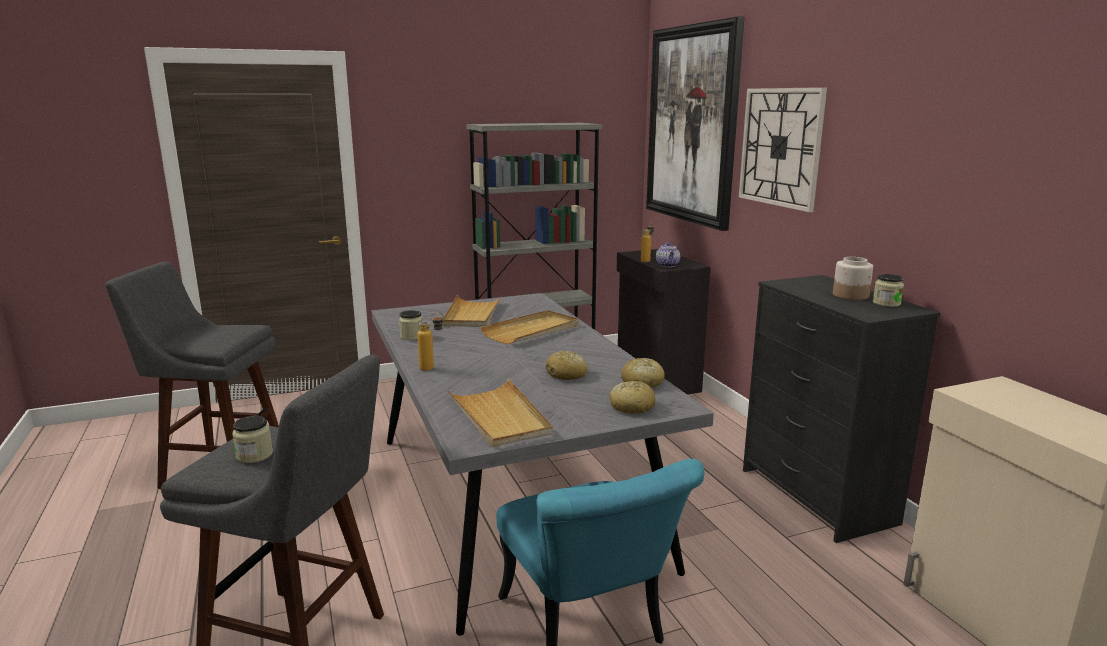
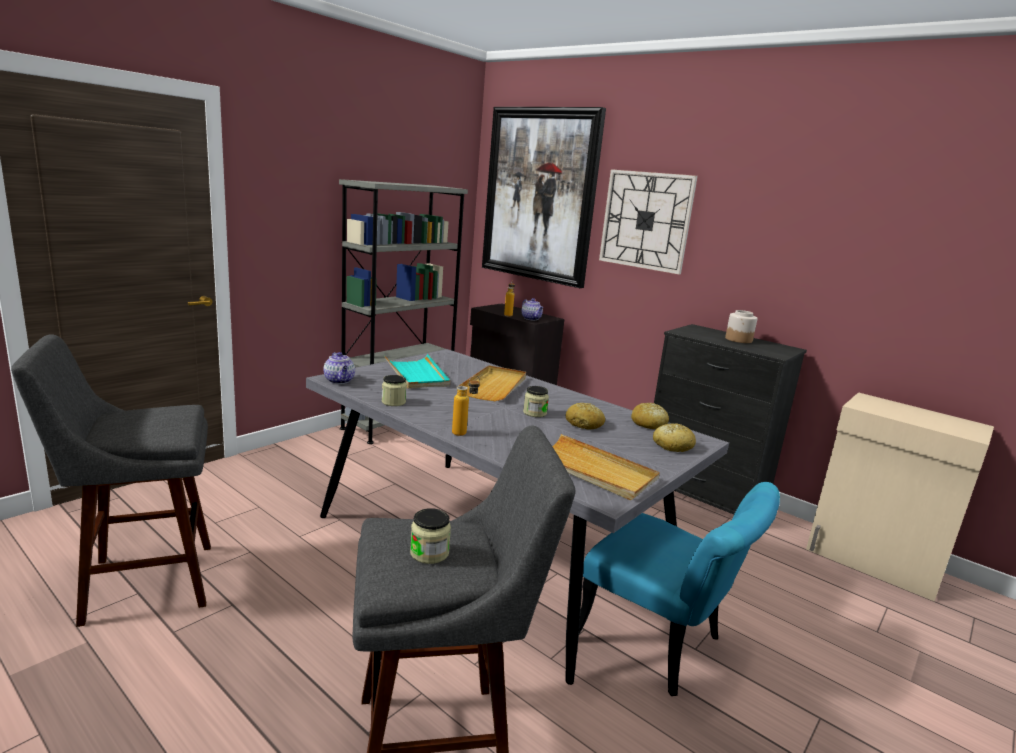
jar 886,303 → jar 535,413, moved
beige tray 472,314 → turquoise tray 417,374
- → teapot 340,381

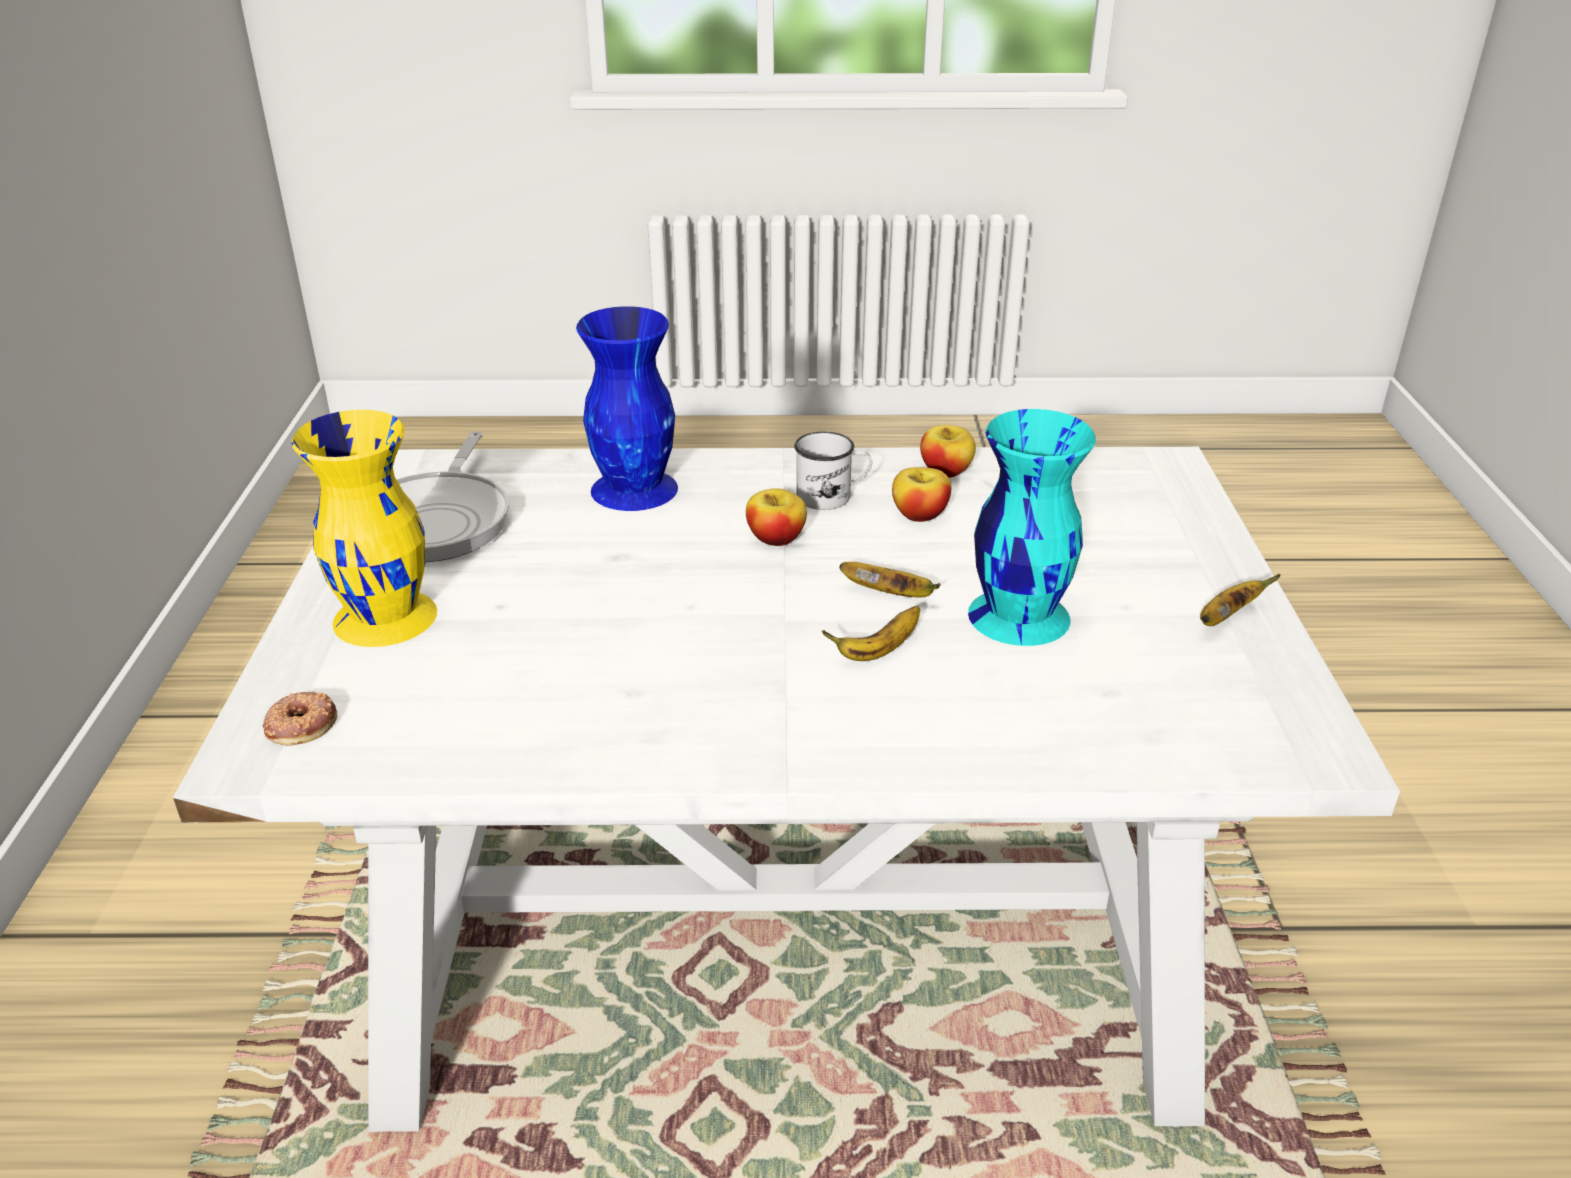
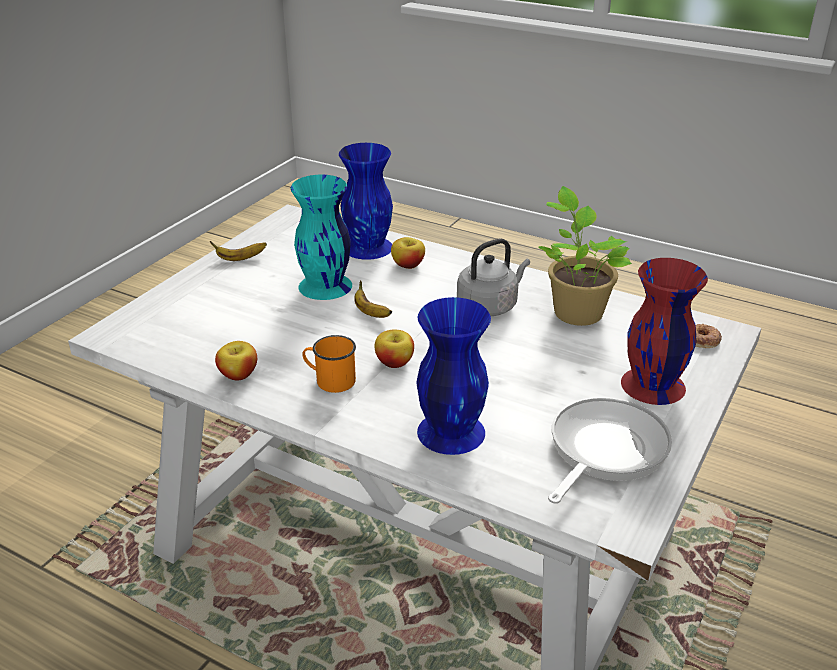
yellow vase 387,616 → red vase 651,385
white mug 832,496 → orange mug 330,380
apple 920,515 → apple 408,265, moved
banana 878,651 → -
- → blue vase 368,247
- → potted plant 575,311
- → grey kettle 489,305

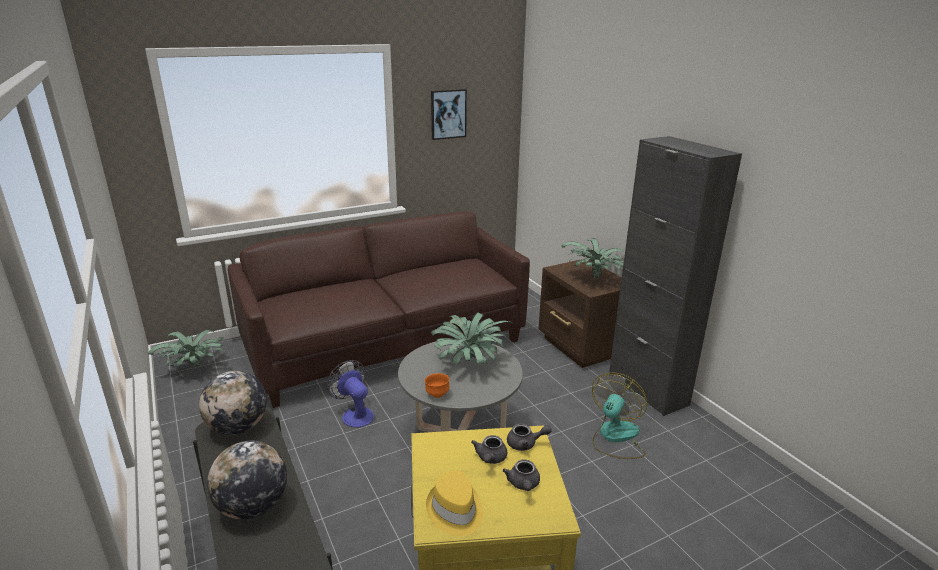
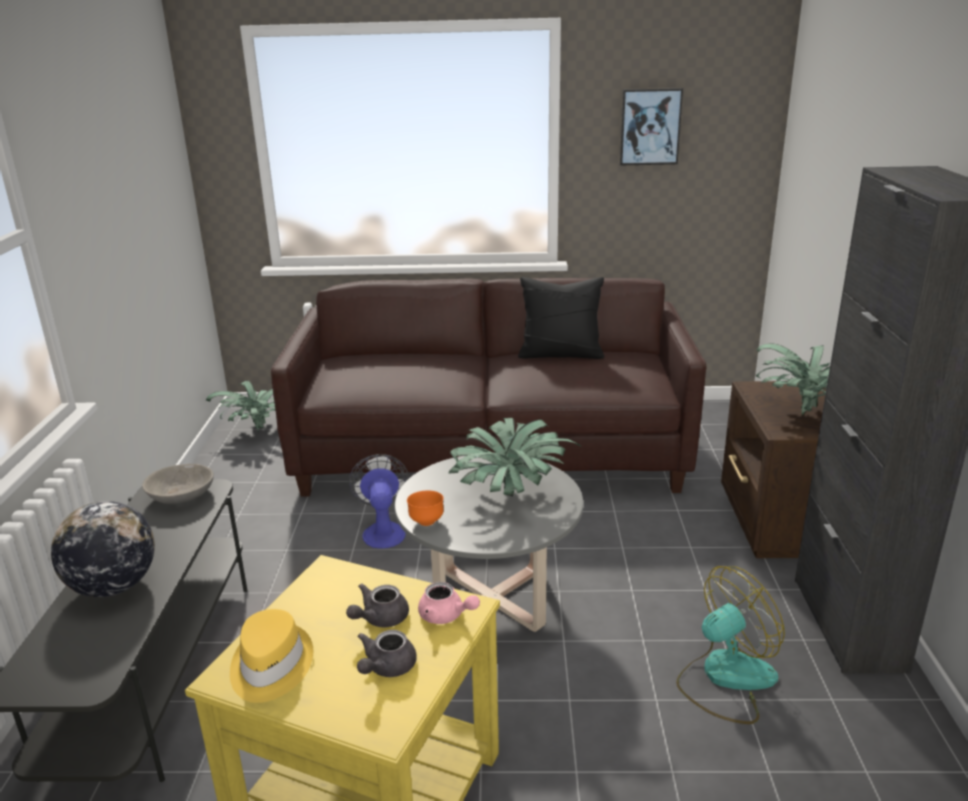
globe 238,427 → grey bowl 181,496
grey teapot 525,444 → pink teapot 446,616
- → black pillow 560,354

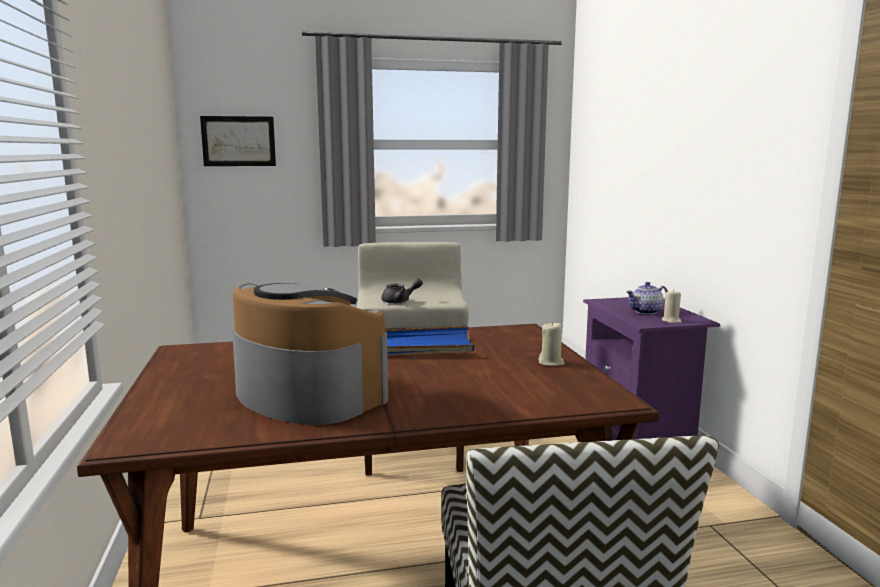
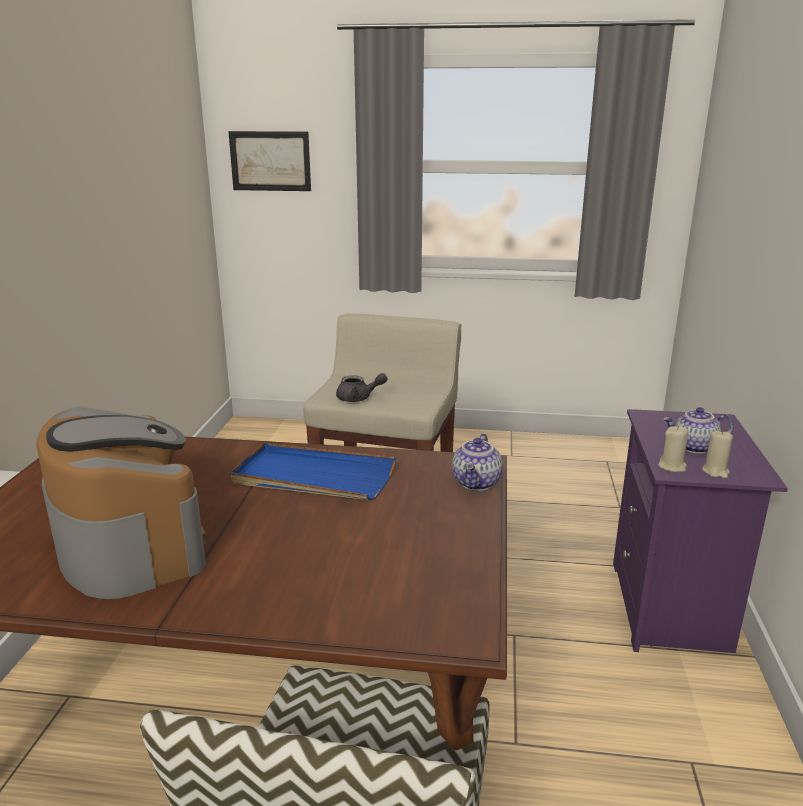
beige candle 551,363 → beige candle 672,466, moved
- → teapot 477,483

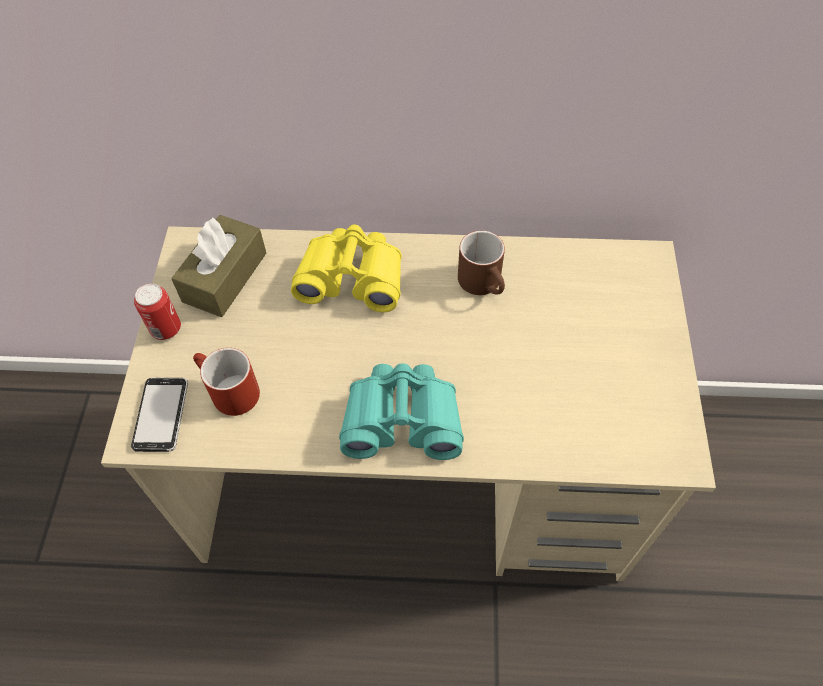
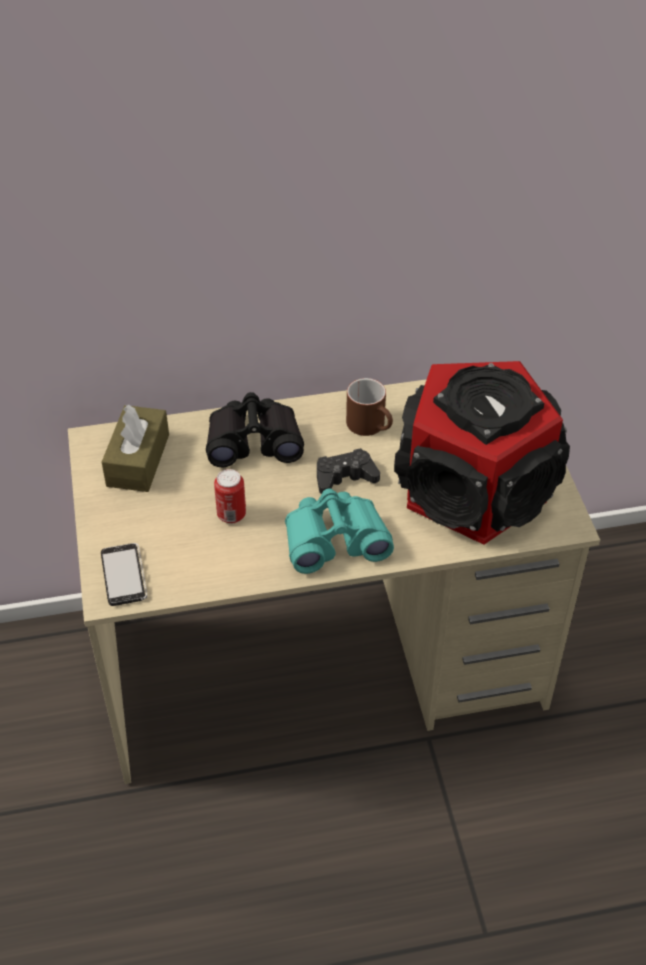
yellow binoculars 352,278 → black binoculars 254,441
can 166,329 → can 231,515, moved
red mug 227,392 → -
- → speaker 473,489
- → black game controller 345,477

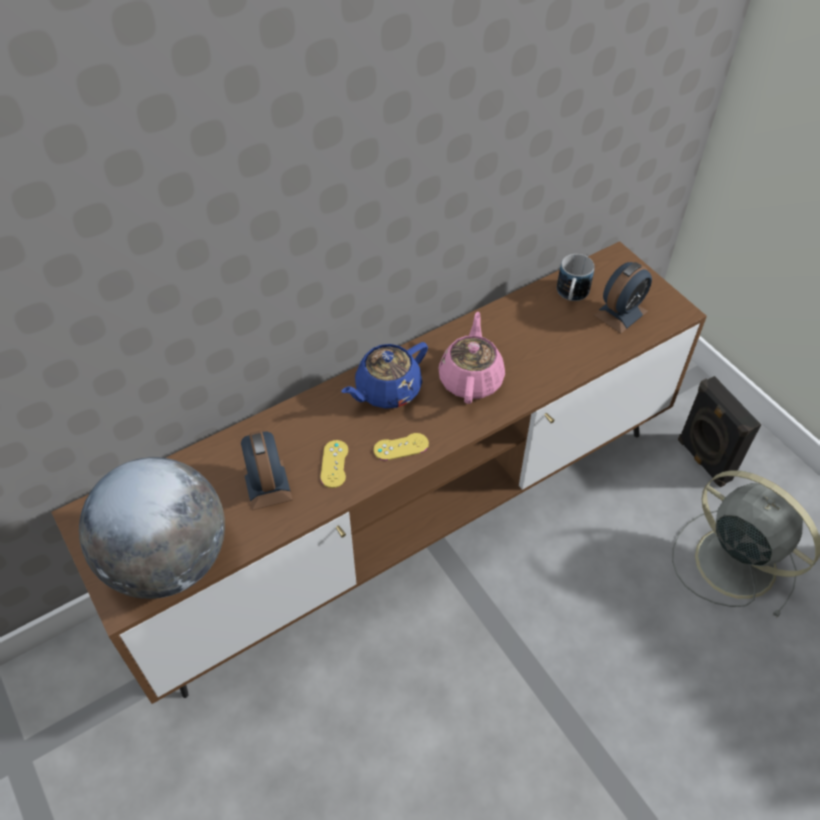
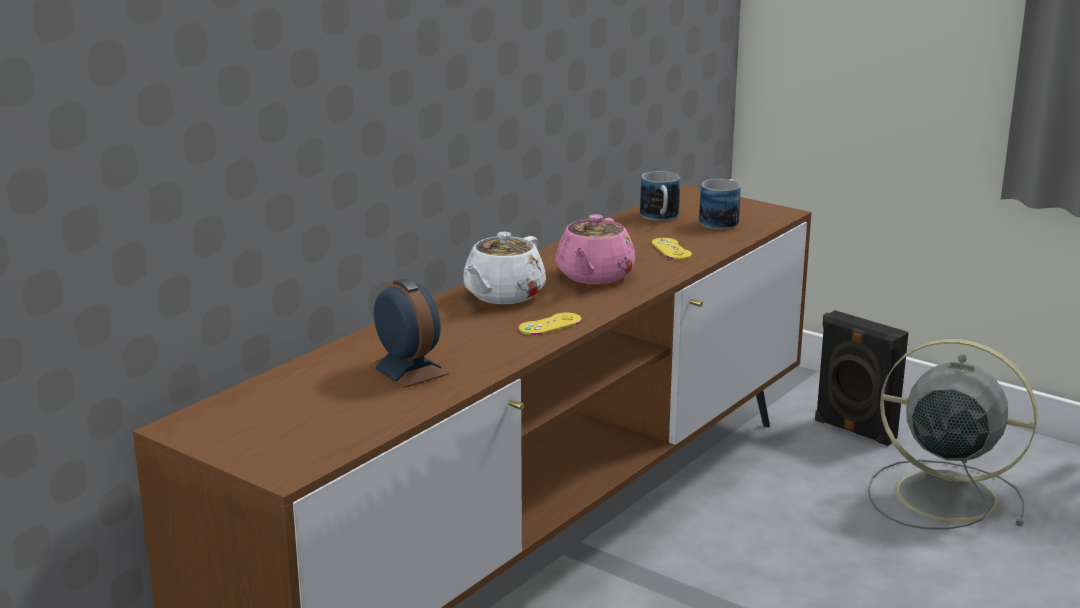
alarm clock 620,313 → mug 722,221
pink teapot 471,379 → pink teapot 594,276, 150 degrees counterclockwise
blue teapot 387,390 → white teapot 503,295
yellow game controller 334,464 → yellow game controller 671,249, moved
globe 168,561 → -

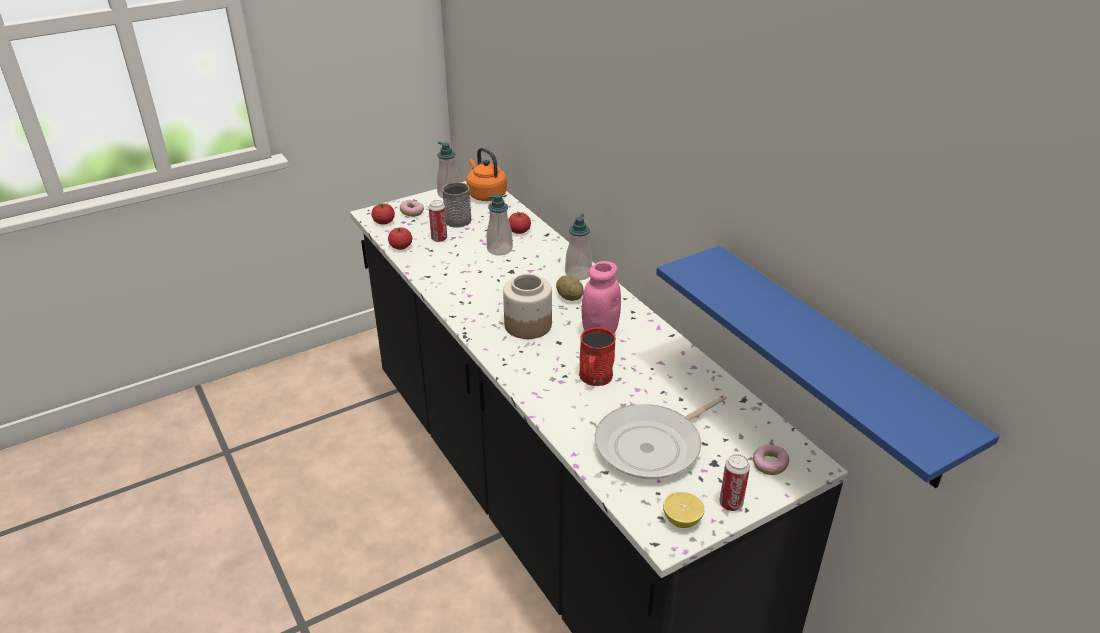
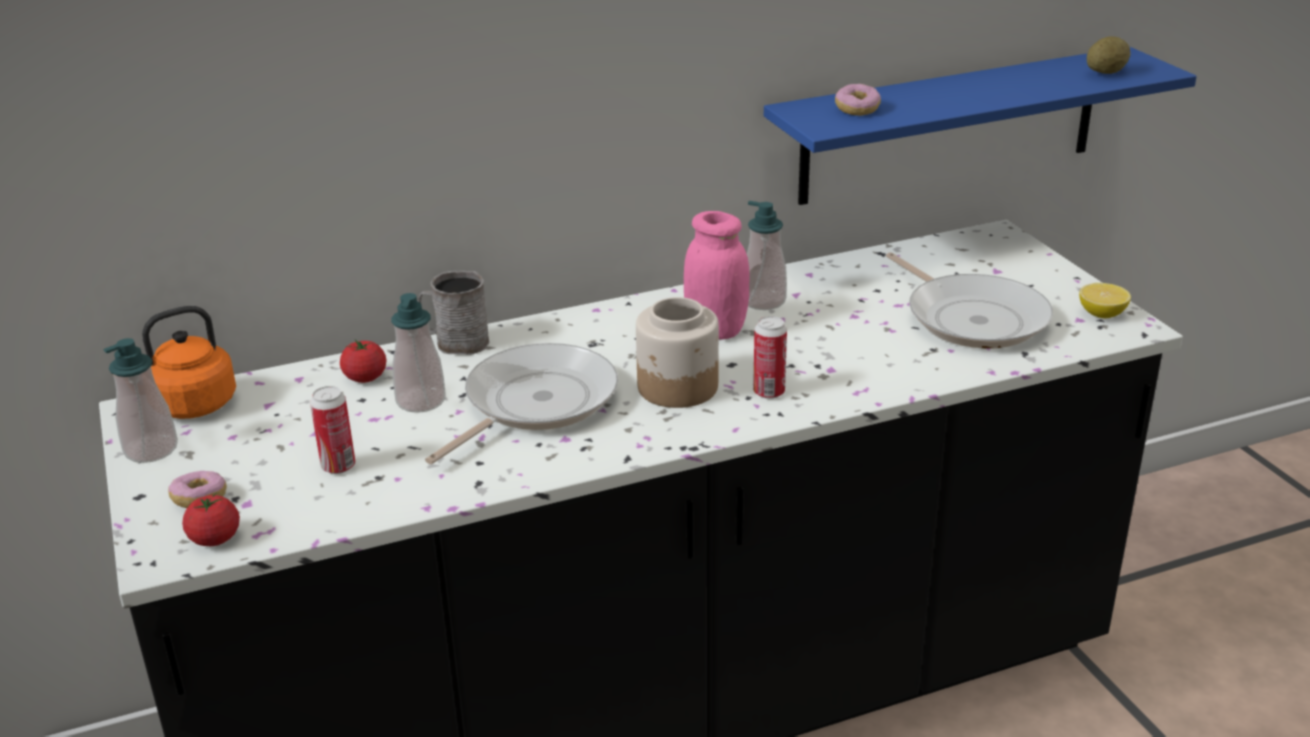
grey mug 458,218 → grey mug 455,342, moved
soap dispenser 578,274 → soap dispenser 763,301, moved
tomato 401,247 → -
potato 569,297 → potato 1105,73, moved
red mug 595,378 → -
donut 769,465 → donut 857,109, moved
can 730,504 → can 769,392, moved
- → frying pan 534,403

